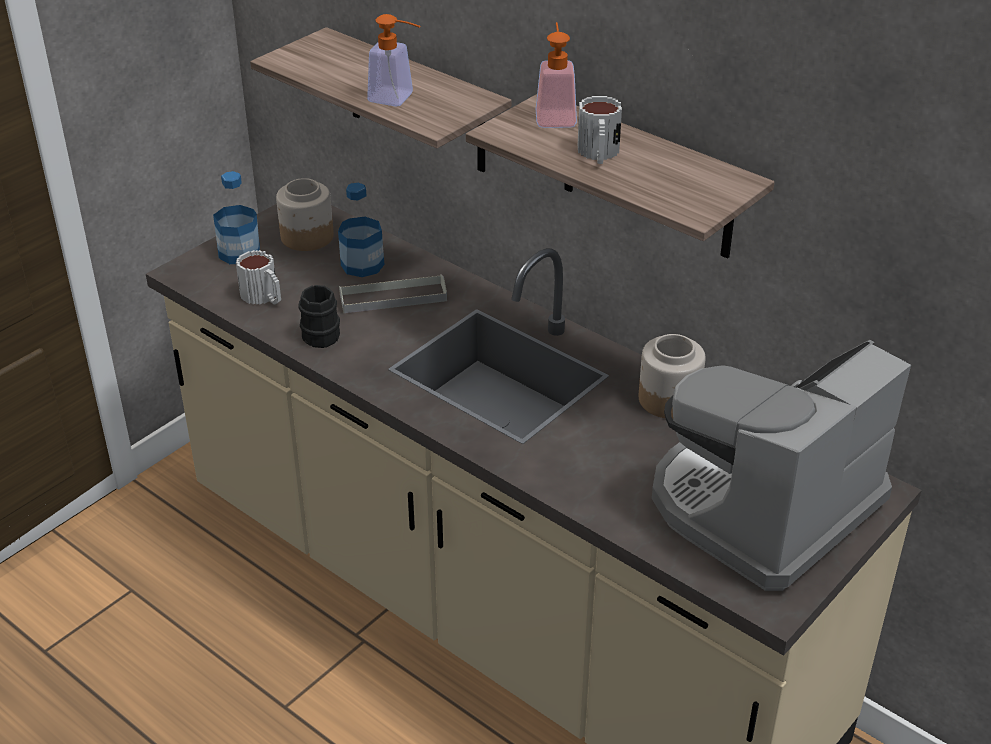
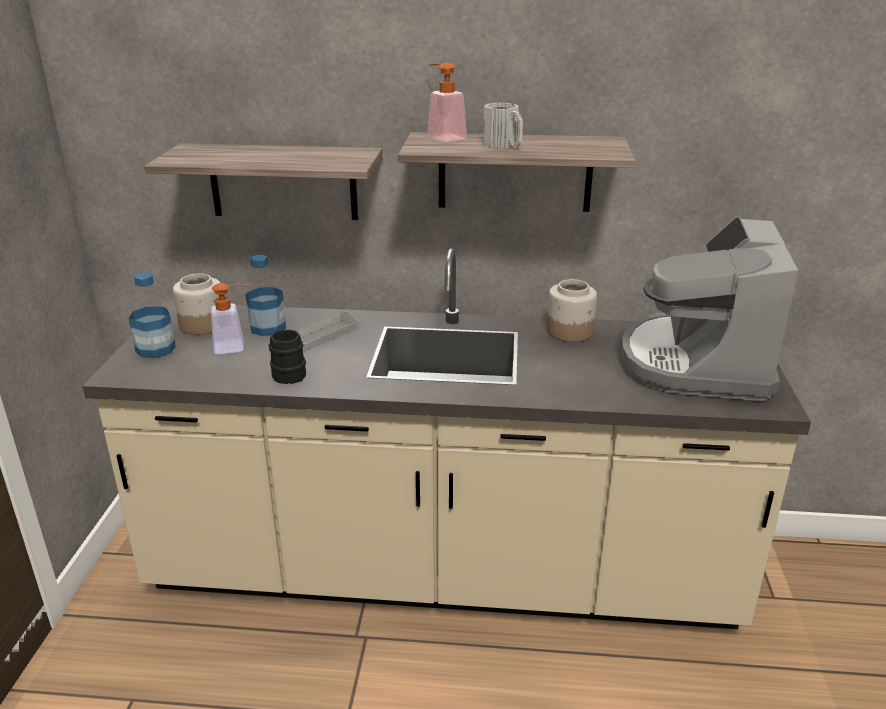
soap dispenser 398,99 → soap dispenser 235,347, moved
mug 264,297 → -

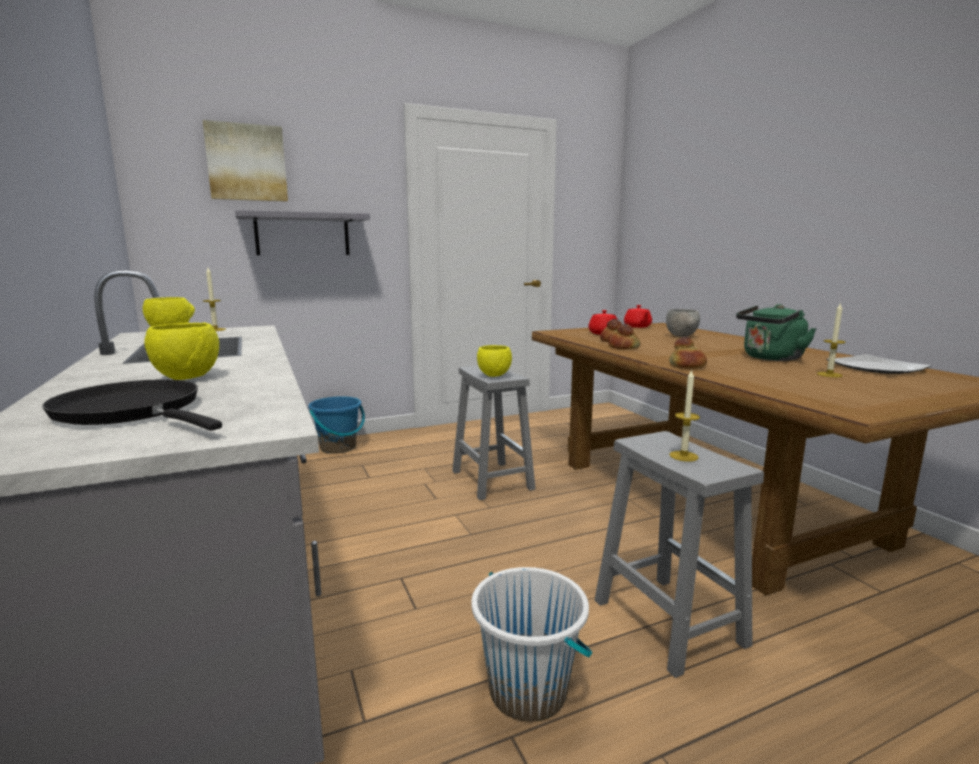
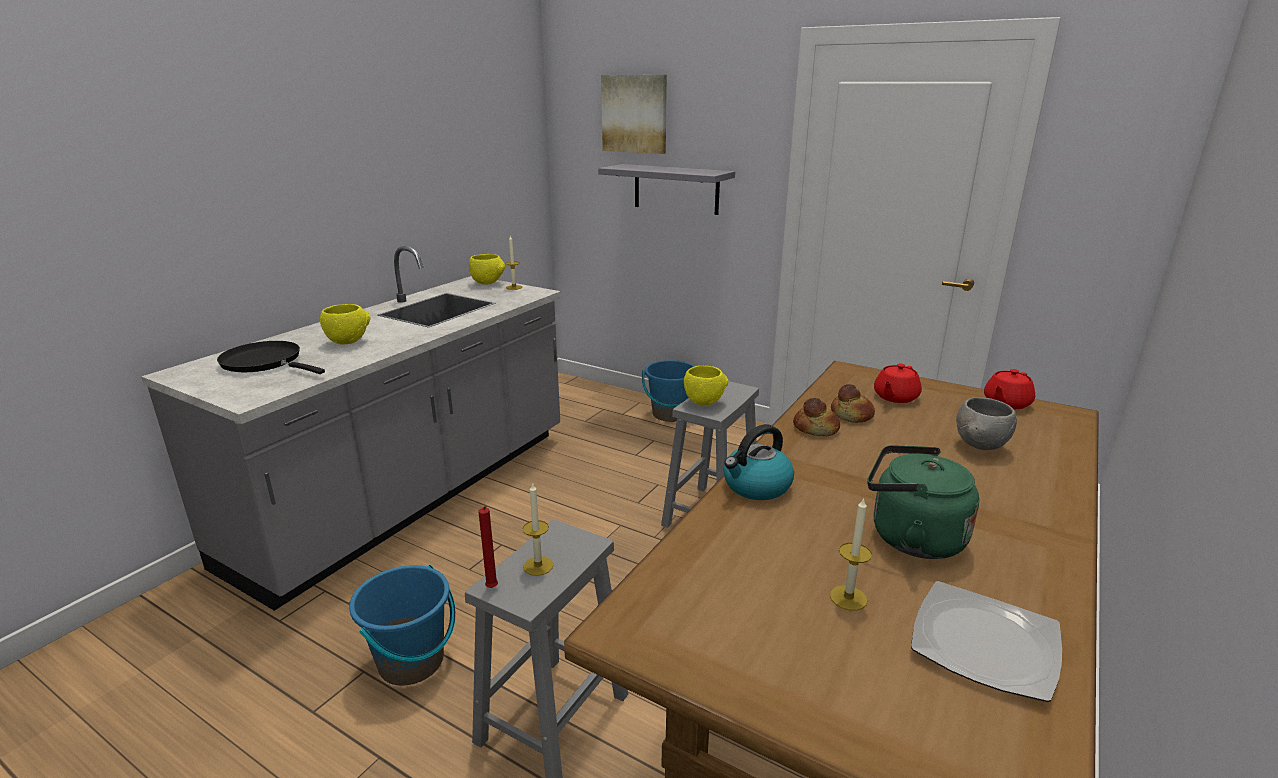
bread 687,365 → kettle 756,486
black frying pan 133,411 → black frying pan 265,362, 60 degrees counterclockwise
white bucket 528,690 → blue bucket 412,662
- → red candle 492,589

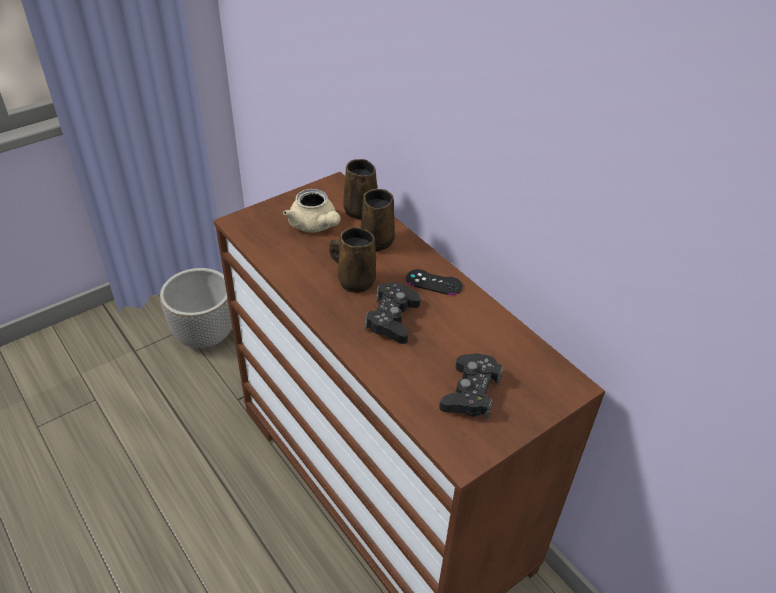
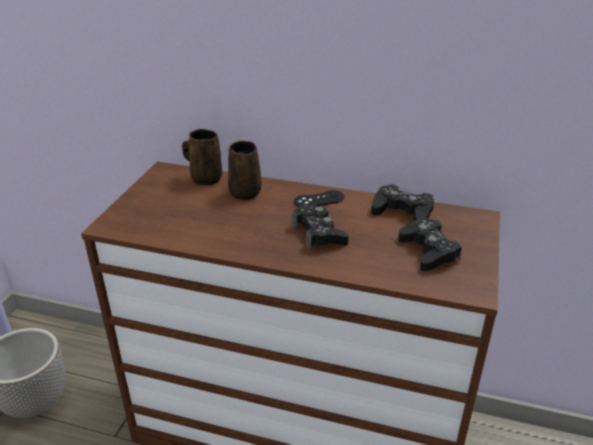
beige teapot 315,226 → -
brown mug 354,281 → -
- → black game controller 402,212

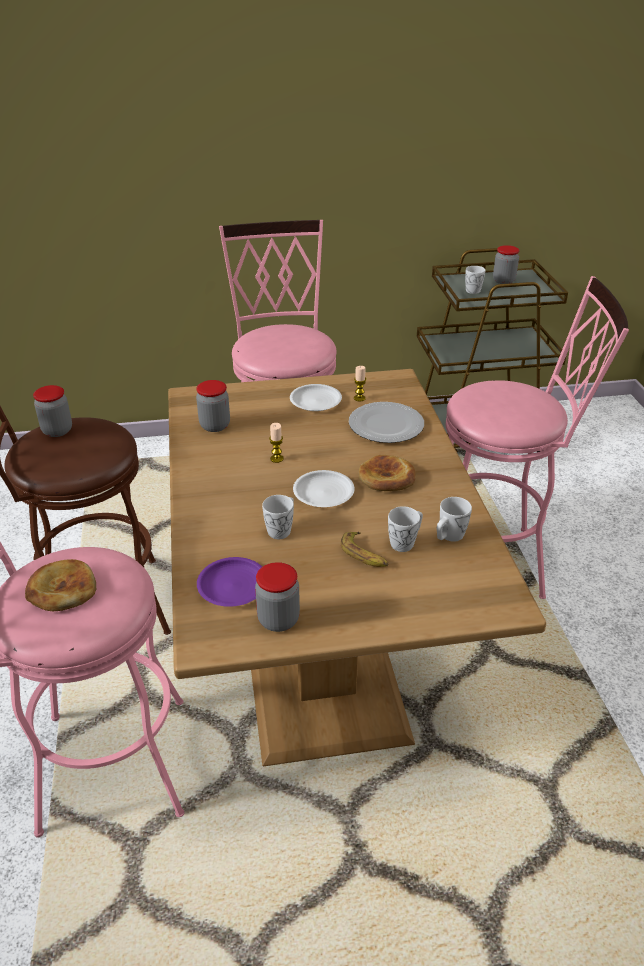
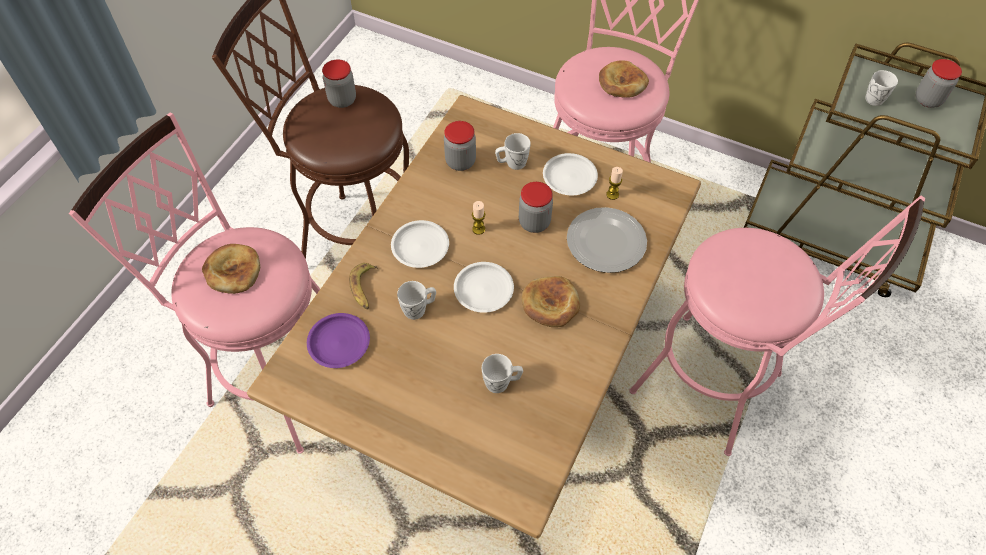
white mug 449,537 → white mug 512,163, moved
banana 364,555 → banana 364,289, moved
jar 278,620 → jar 534,222, moved
- → bread 622,82
- → white plate 420,247

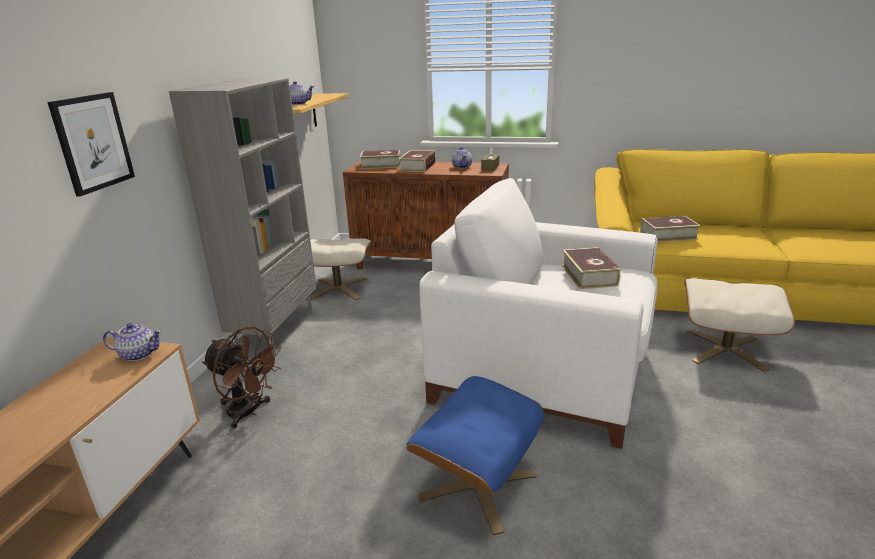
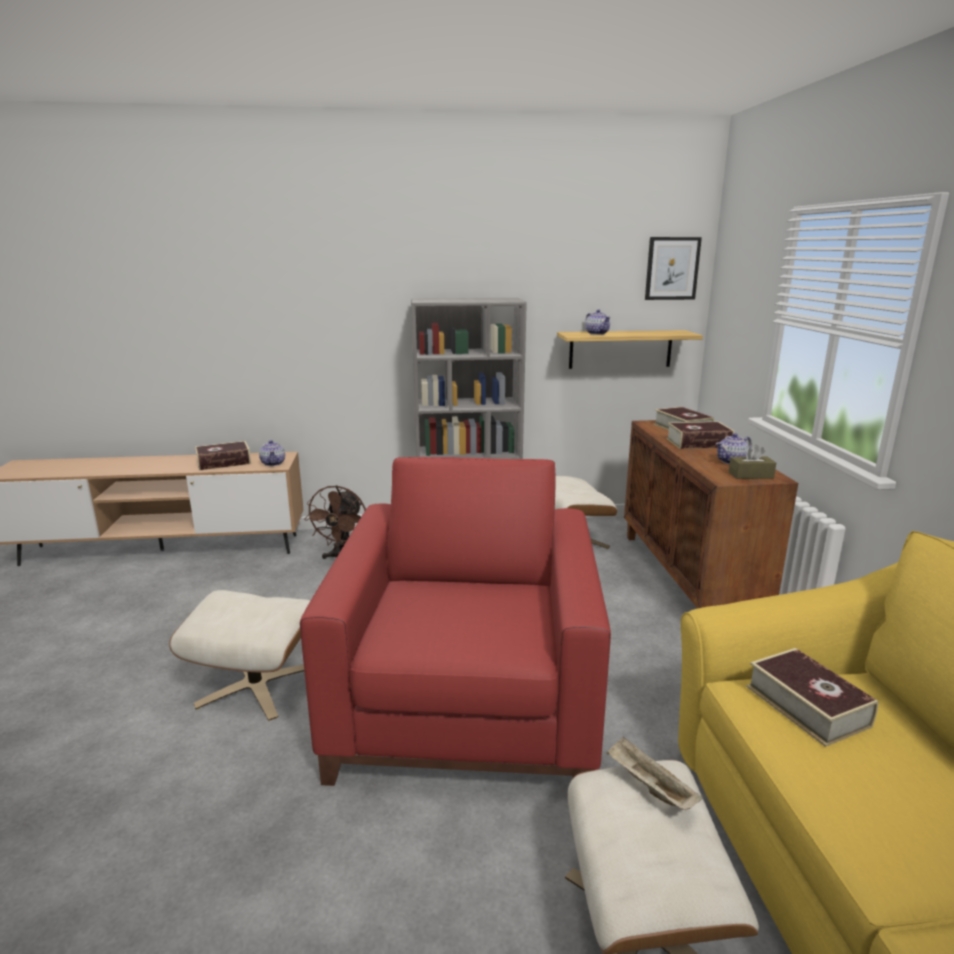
picture 93,142 → picture 672,268, moved
white armchair 545,371 → red armchair 467,705
book 589,275 → book 224,462, moved
blue ottoman 477,486 → beige ottoman 256,685
- → beige tray 648,786

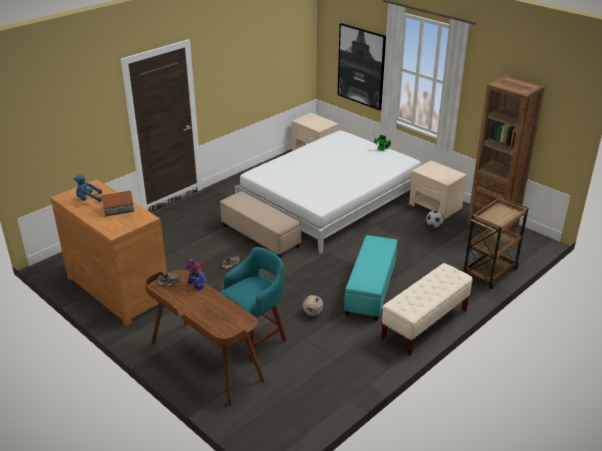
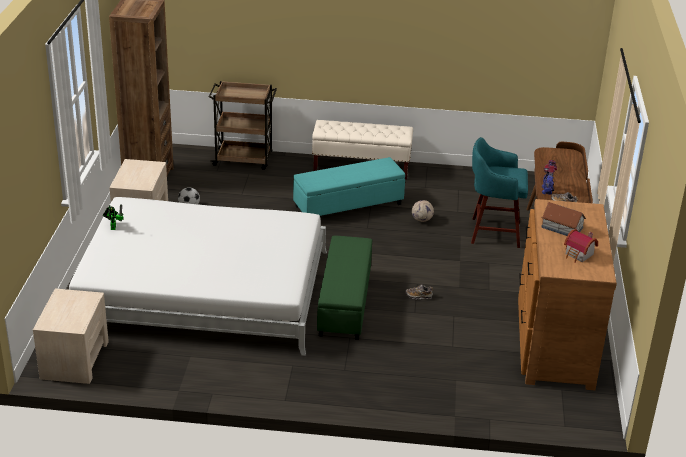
picture 361,66 → -
blue plush toy 88,199 → toy house 579,255
beige ottoman 260,236 → green ottoman 344,303

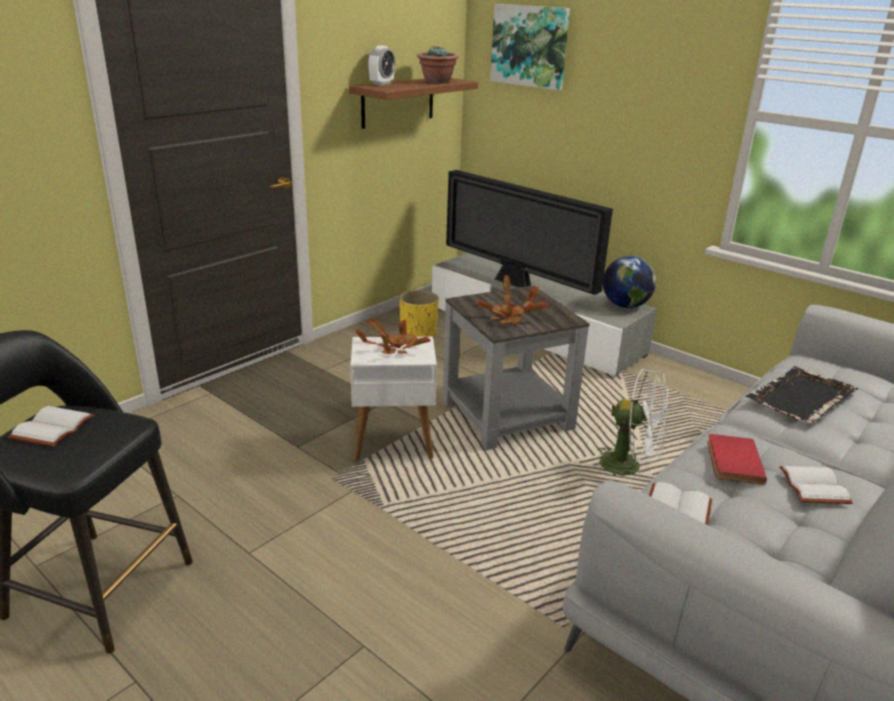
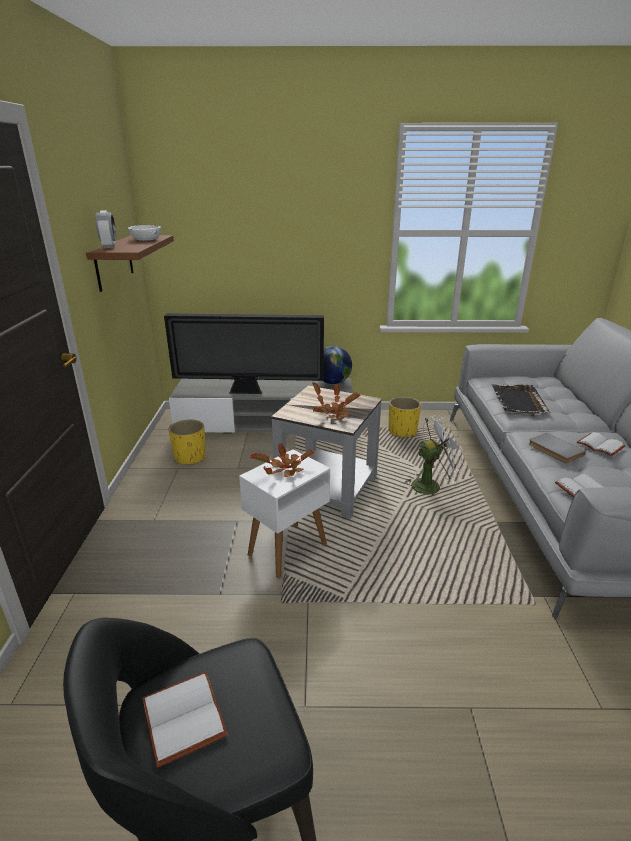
picture 530,46 → -
potted plant 437,82 → white bowl 146,239
red book 732,461 → grey book 554,450
- → yellow planter 402,431

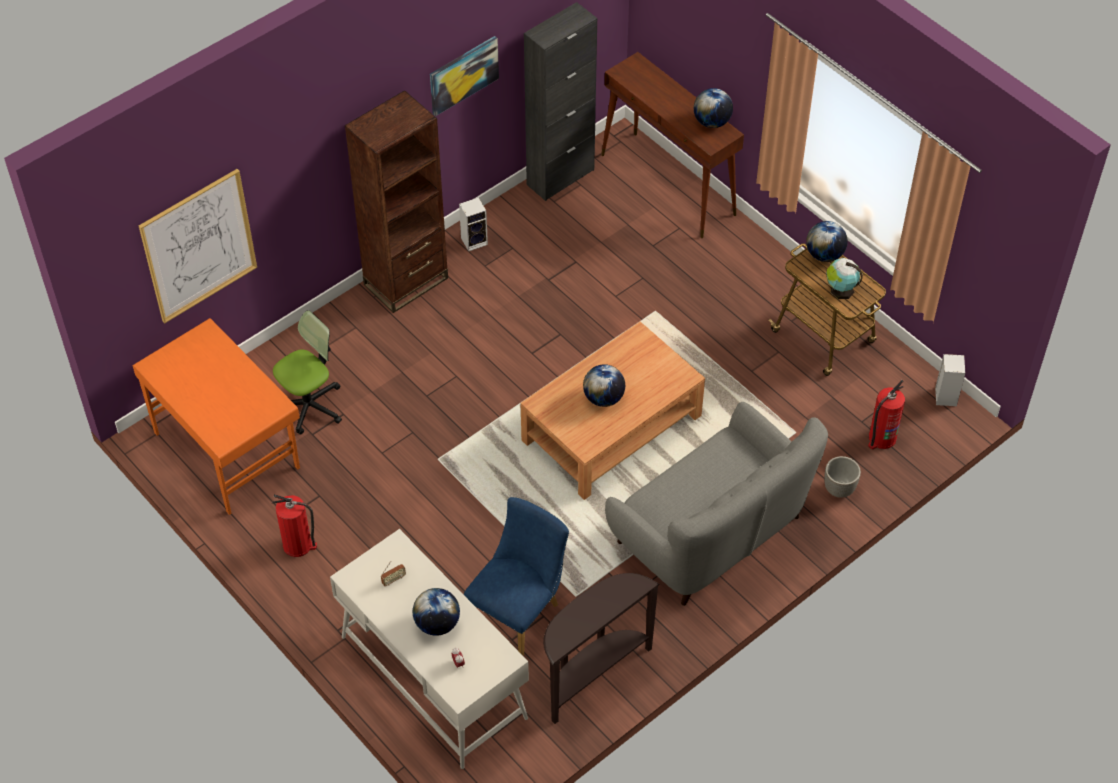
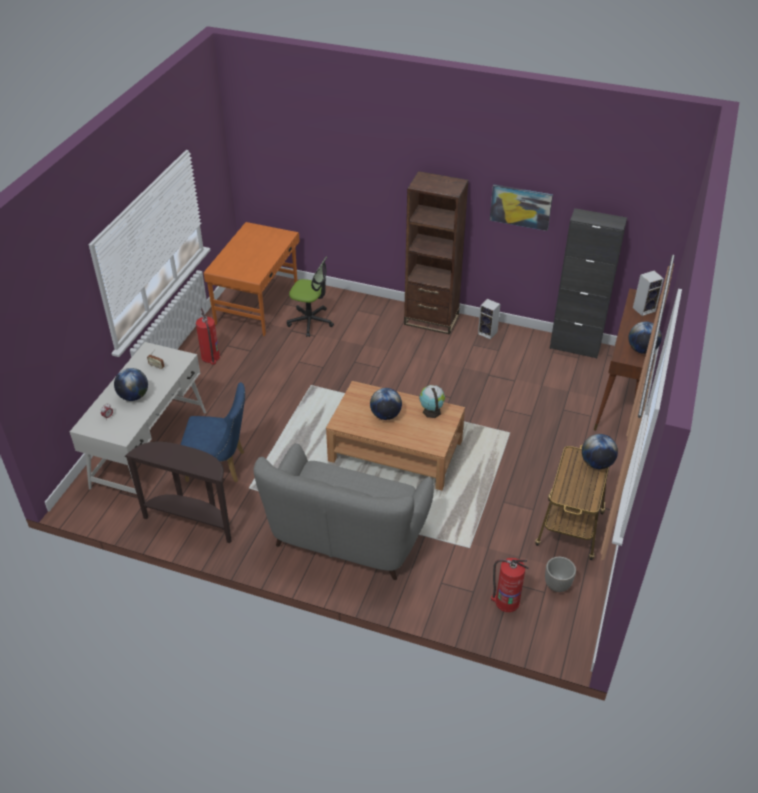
picture 199,246 → -
globe 840,290 → globe 431,411, moved
speaker 945,395 → speaker 644,309, moved
planter 839,490 → planter 557,585, moved

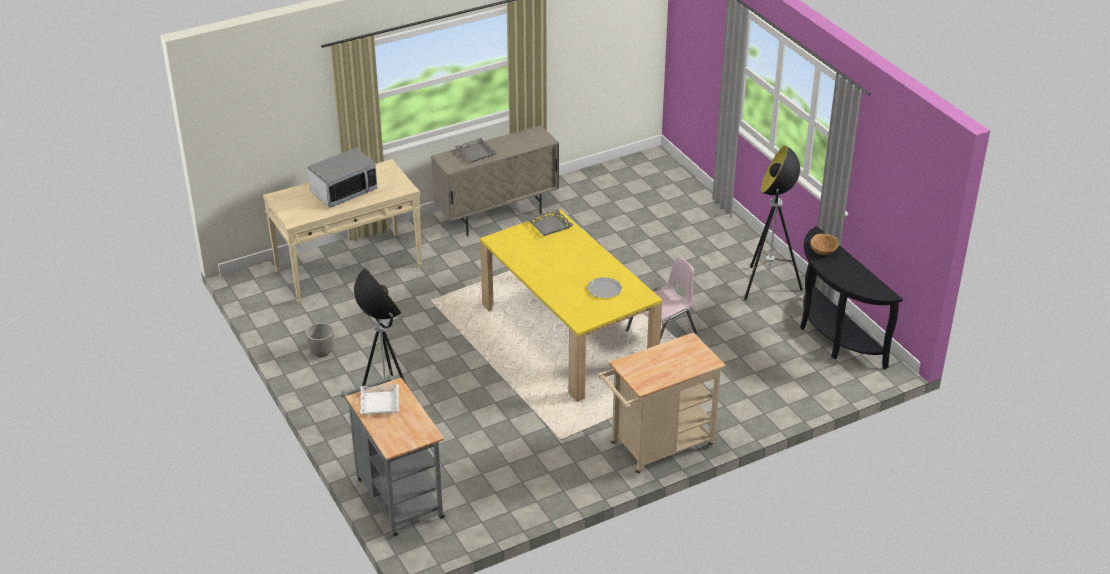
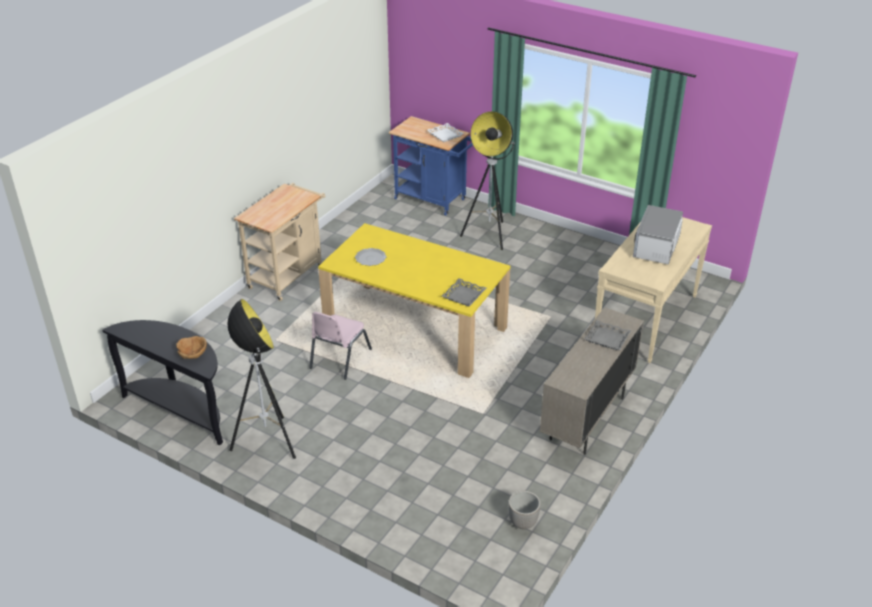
planter 322,352 → planter 522,523, moved
grey cart 397,495 → blue cart 434,200

